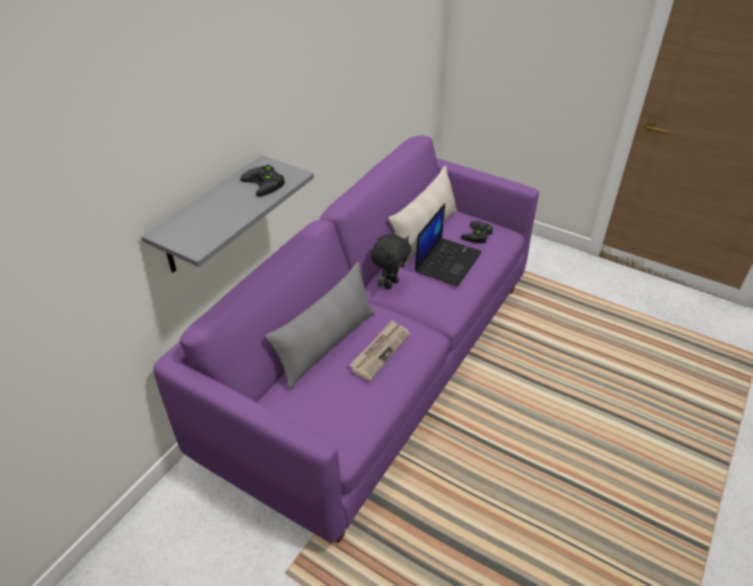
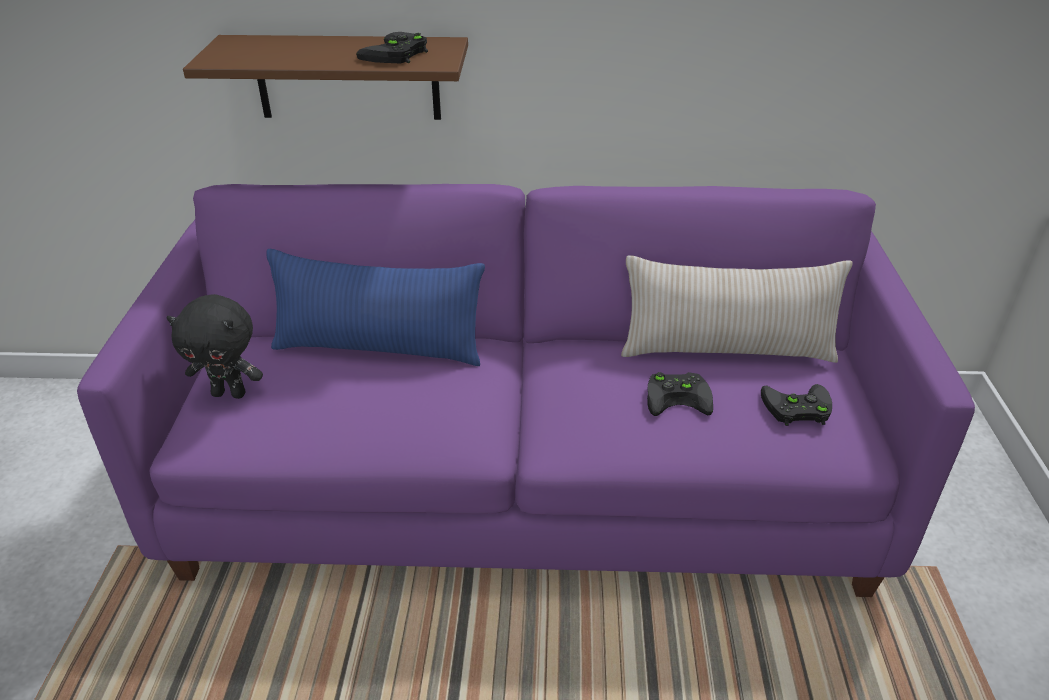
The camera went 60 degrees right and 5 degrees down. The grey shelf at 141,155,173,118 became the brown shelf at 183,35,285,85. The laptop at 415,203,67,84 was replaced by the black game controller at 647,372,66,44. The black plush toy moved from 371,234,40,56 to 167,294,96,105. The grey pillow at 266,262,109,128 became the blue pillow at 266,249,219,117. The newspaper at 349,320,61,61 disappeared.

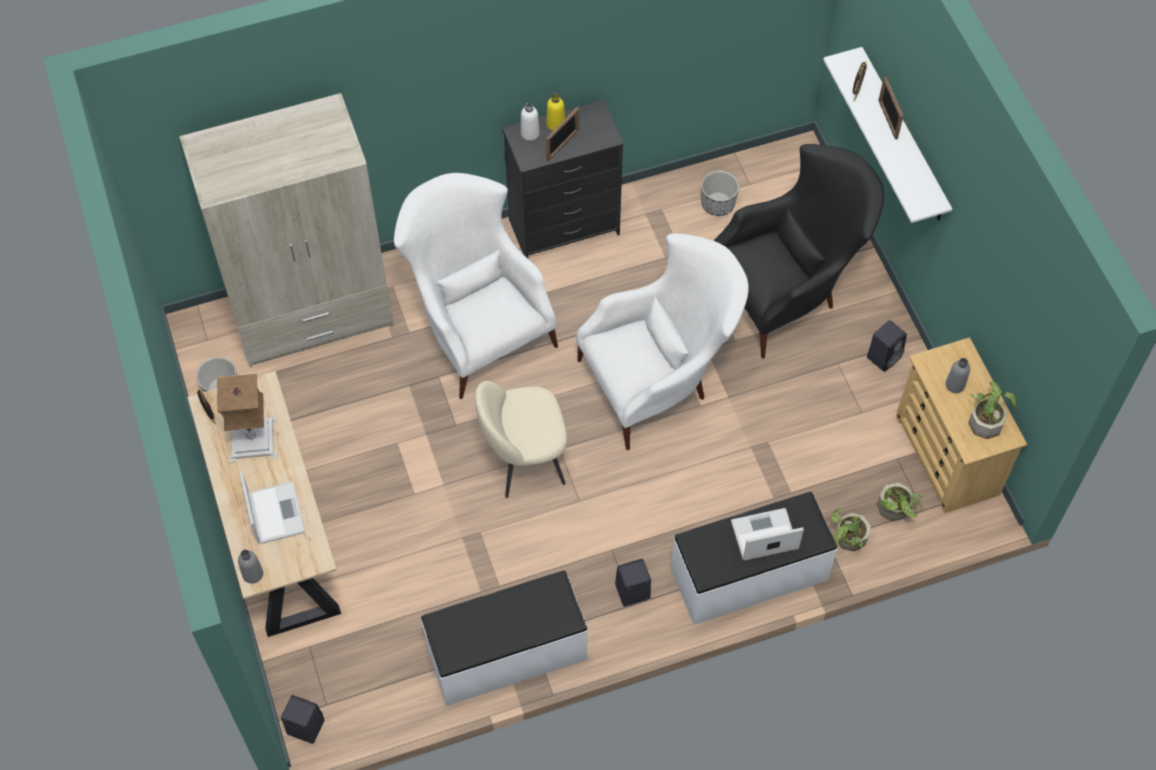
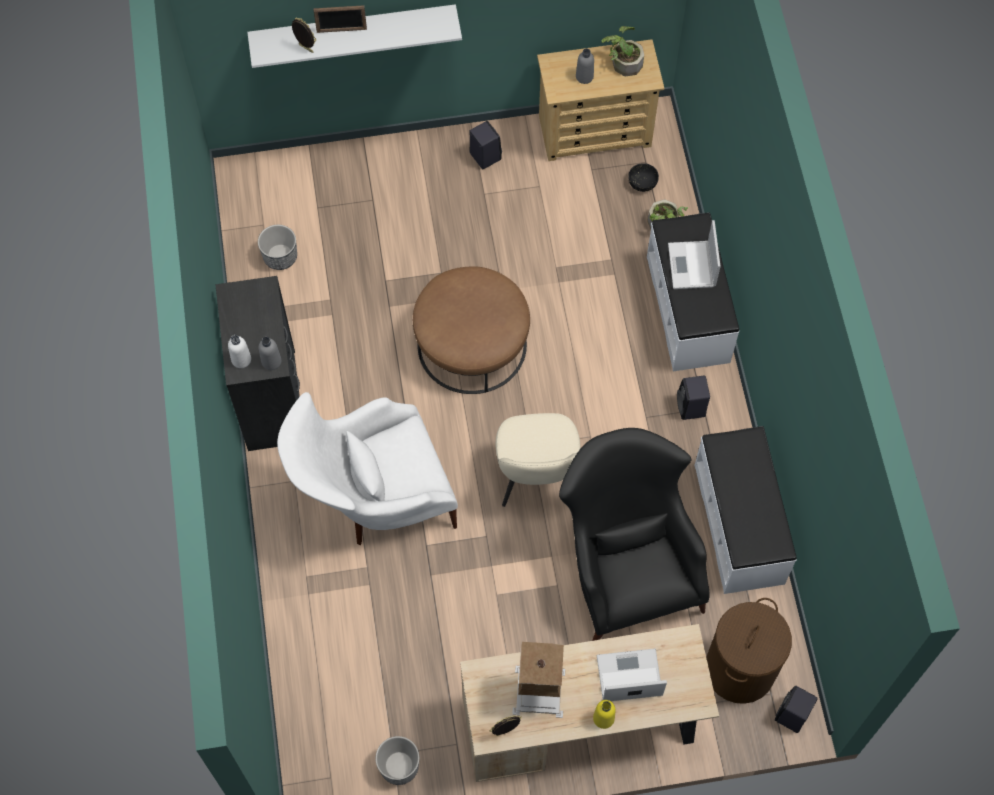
The camera went 80 degrees left and 5 degrees up. The beige wardrobe at 179,93,214,275 disappeared. The yellow bottle moved from 547,93,18,38 to 593,700,23,29. The picture frame at 546,107,33,54 disappeared. The black armchair moved from 714,144,170,215 to 559,428,151,213. The white armchair at 576,233,173,217 was replaced by the brown ottoman at 413,266,117,128. The potted plant at 877,483,47,38 was replaced by the black bowl at 628,163,31,29. The grey bottle moved from 238,550,25,34 to 259,337,22,33. The brown laundry basket at 706,598,86,106 appeared.

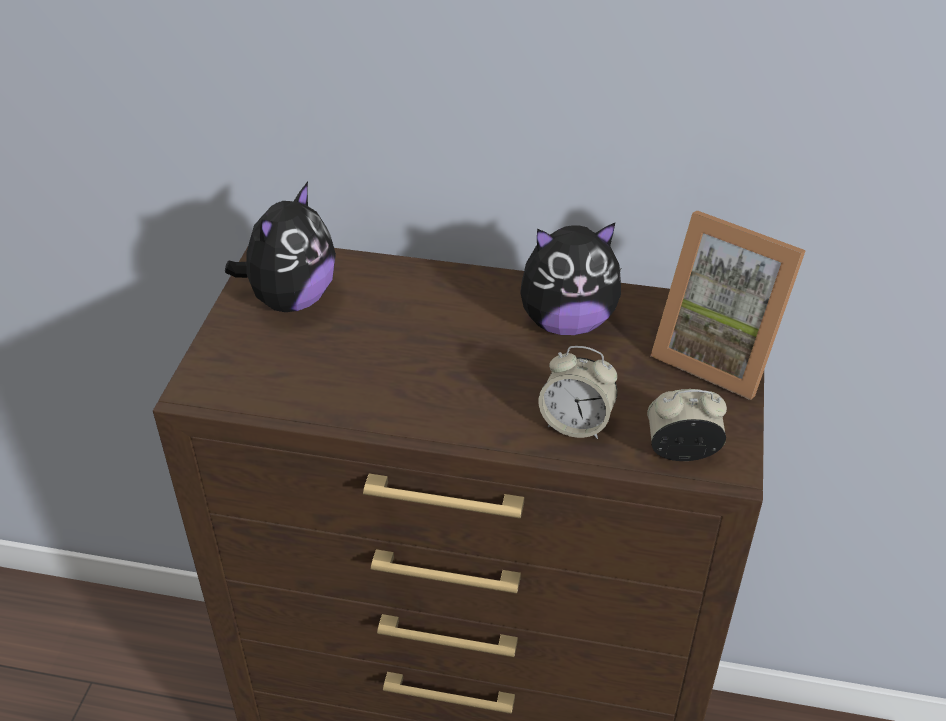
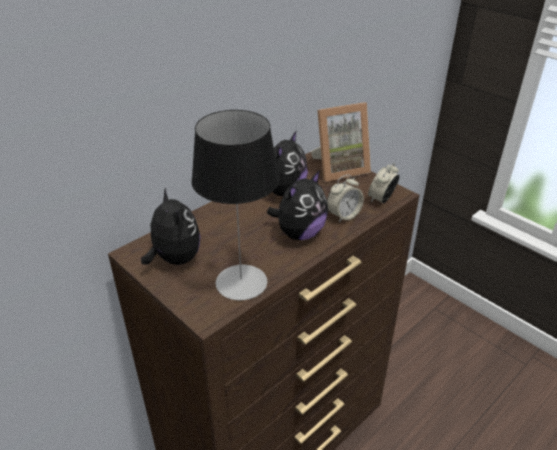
The camera went 55 degrees left and 5 degrees down. The table lamp at 191,110,88,190 appeared. The plush toy at 267,170,61,70 appeared.

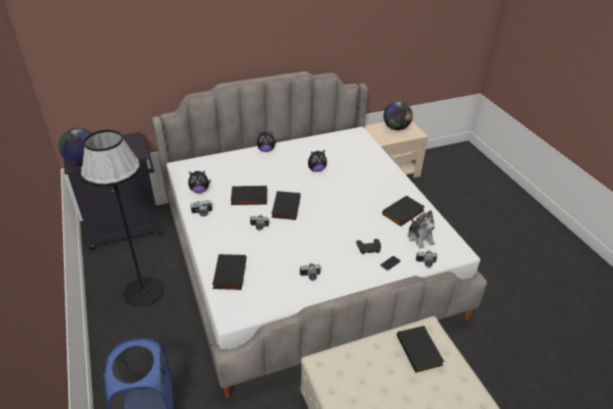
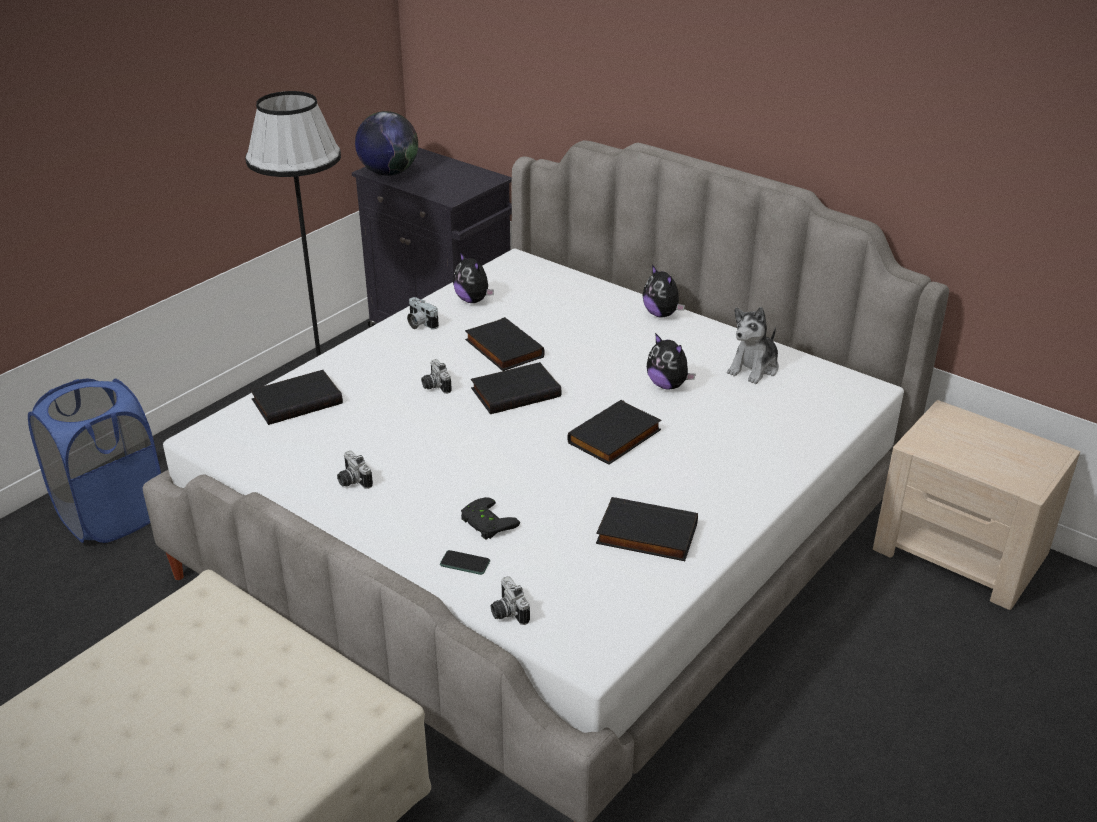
The camera went 60 degrees right and 5 degrees down. The globe at 384,101,29,29 disappeared. The plush toy moved from 408,210,27,39 to 727,307,52,77. The black book moved from 397,326,47,47 to 567,400,94,65.

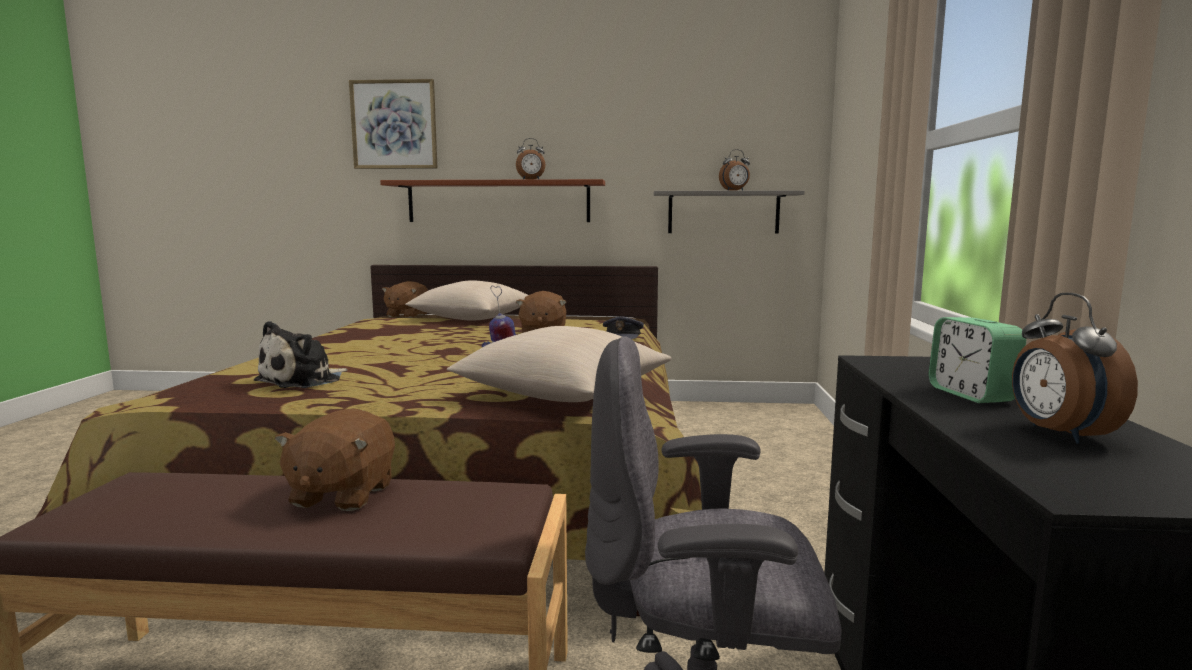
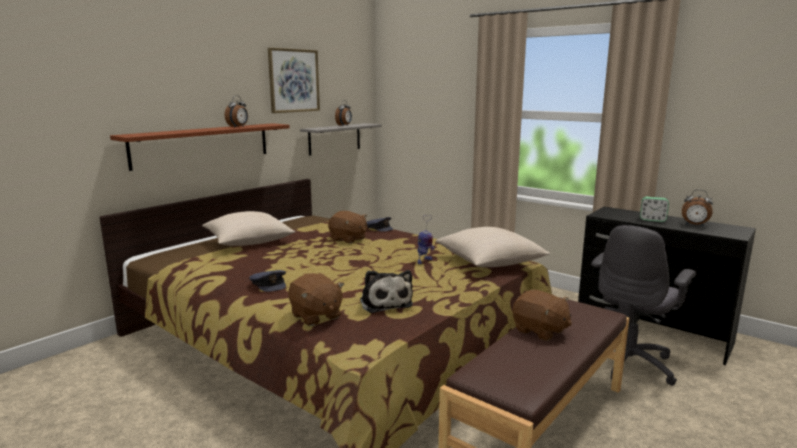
The camera went 55 degrees left and 5 degrees up. The picture moved from 349,79,88,90 to 268,48,52,65. The brown plush toy moved from 382,281,46,37 to 288,273,56,53. The grey cap at 249,270,37,22 appeared.

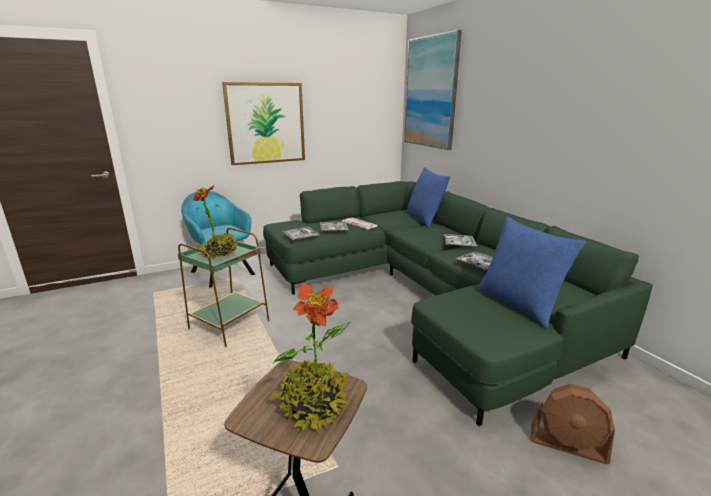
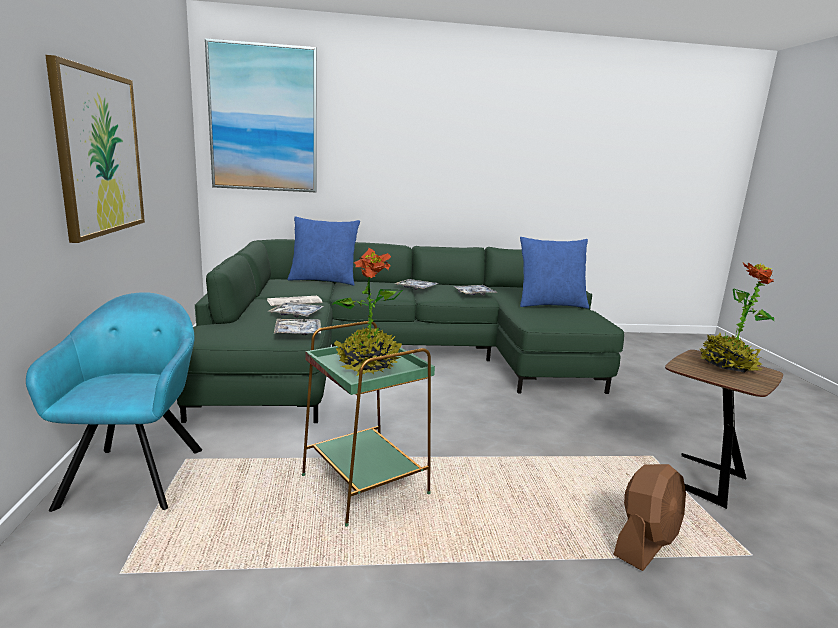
The camera went 70 degrees left and 5 degrees down. The turquoise armchair at 181,191,74,97 turned 105 degrees clockwise. The brown fan moved from 531,384,84,80 to 613,464,73,107.

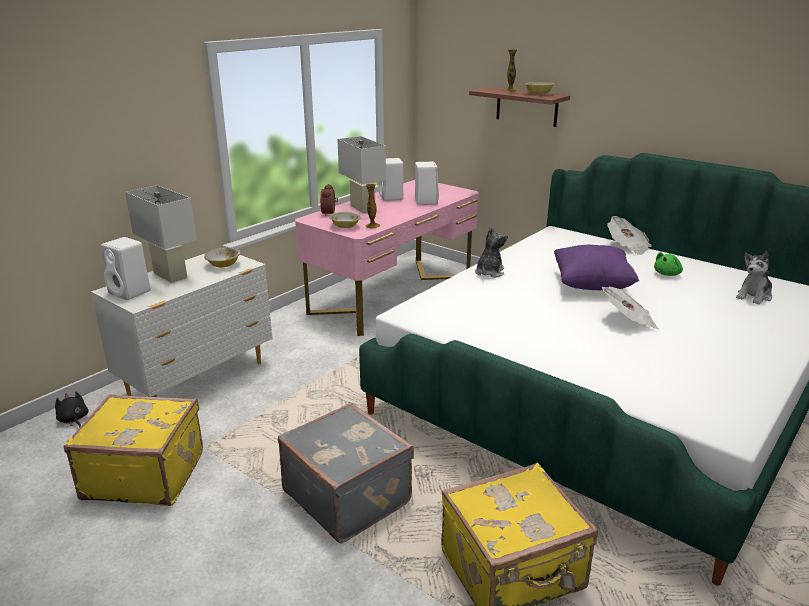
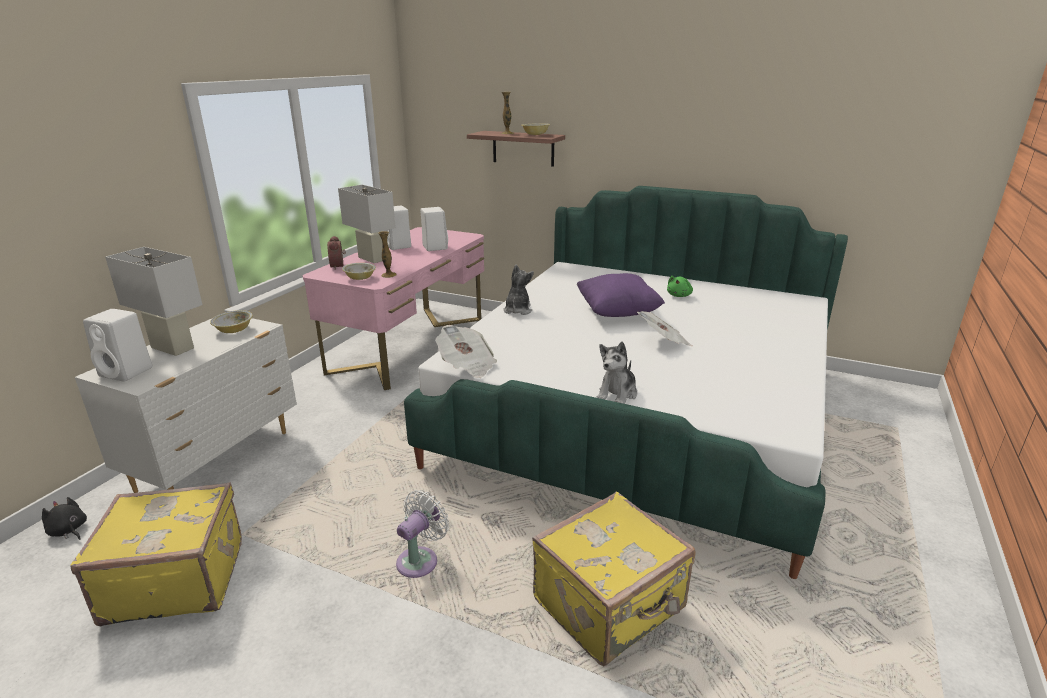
The camera went 15 degrees left and 0 degrees up. The newspaper moved from 607,216,45,39 to 435,325,62,53. The plush toy moved from 736,251,36,54 to 596,341,41,63. The grey suitcase at 278,403,136,141 was replaced by the white fan at 396,490,53,88.

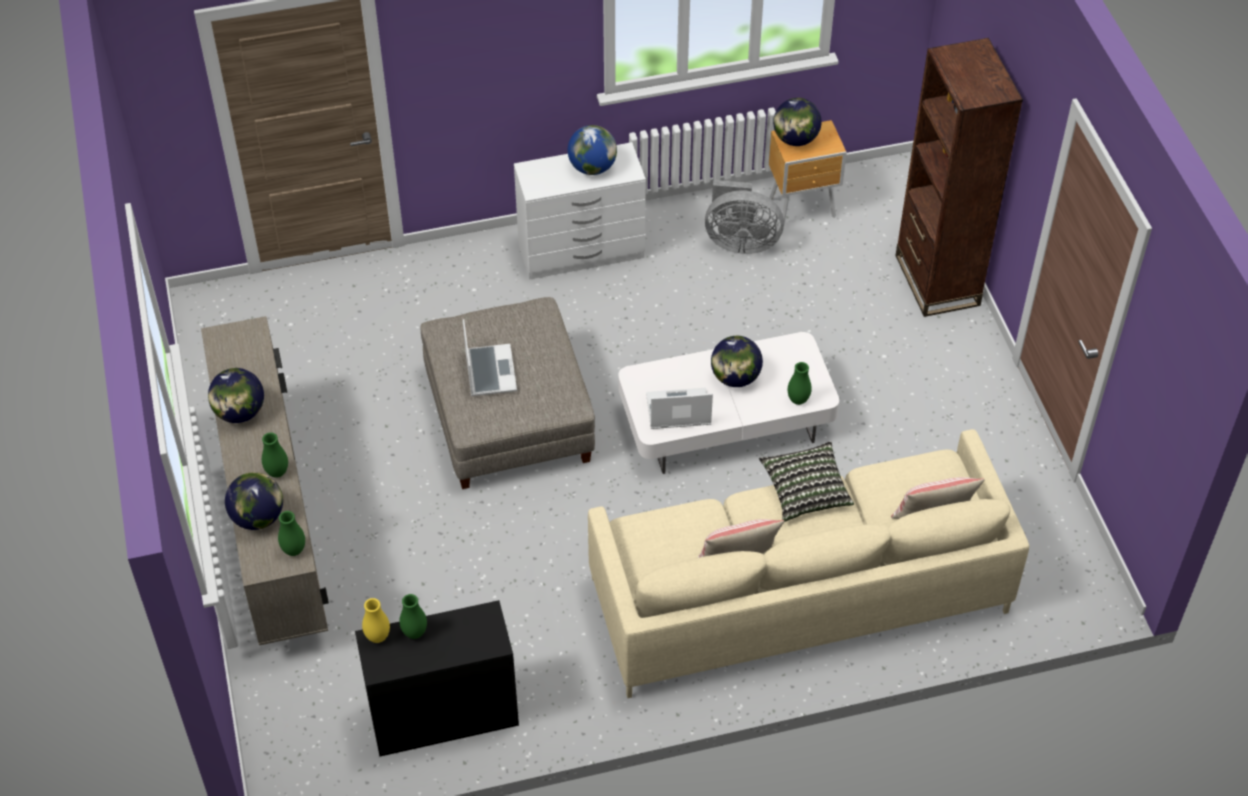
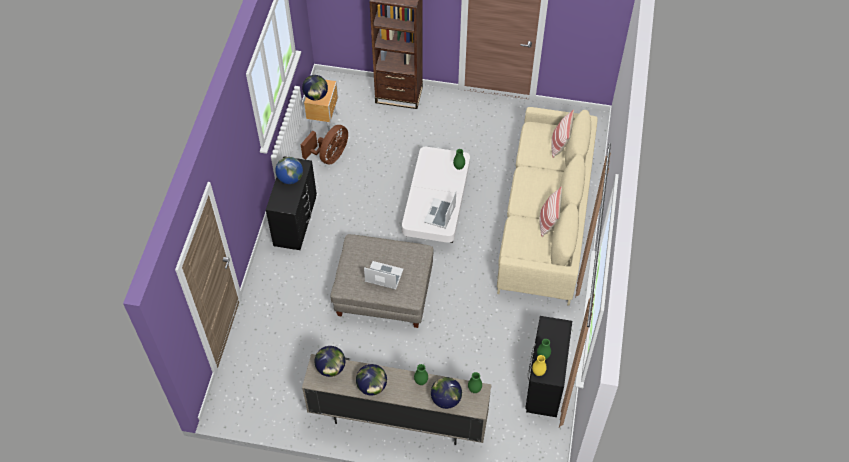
The camera went 65 degrees left and 5 degrees up. The white dresser at 514,142,132,138 became the black dresser at 266,156,51,94. The grey fan at 705,180,79,74 became the brown fan at 301,125,47,40. The globe moved from 711,336,52,51 to 315,346,30,31. The pillow at 759,442,95,80 disappeared.

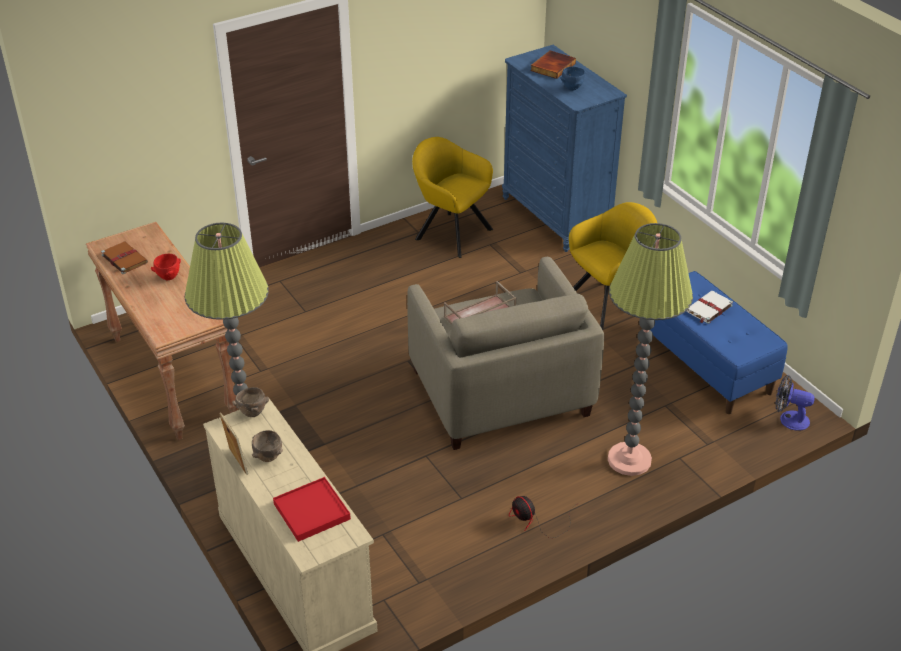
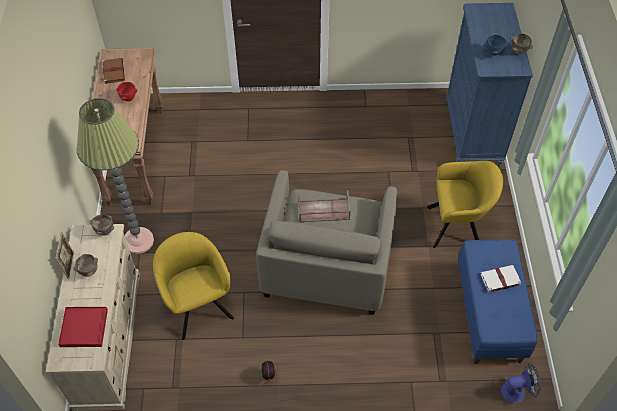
The camera went 30 degrees right and 15 degrees up. The book at 530,51,46,28 disappeared. The yellow armchair moved from 412,137,81,121 to 153,232,81,108. The floor lamp at 608,223,85,253 disappeared. The fan at 775,375,40,56 turned 120 degrees clockwise. The brown bowl at 511,33,22,21 appeared.

